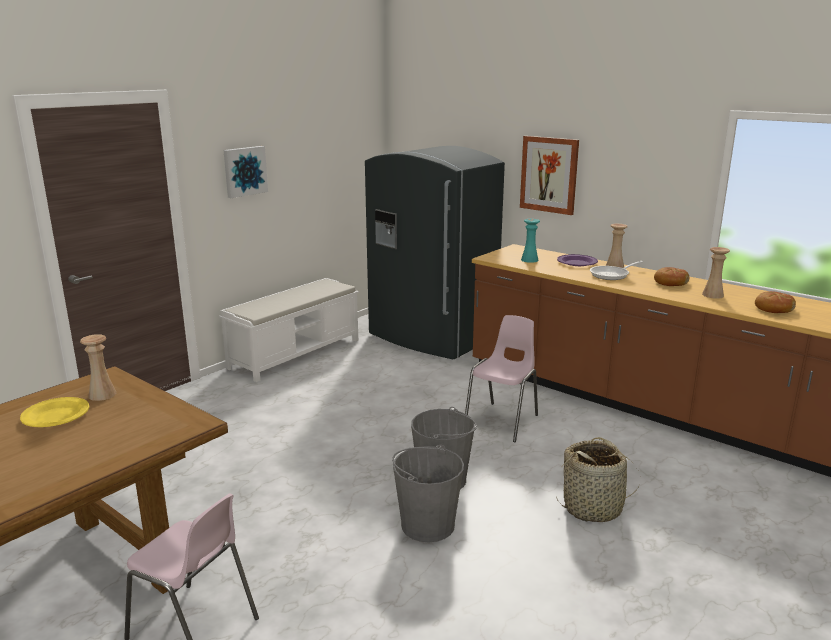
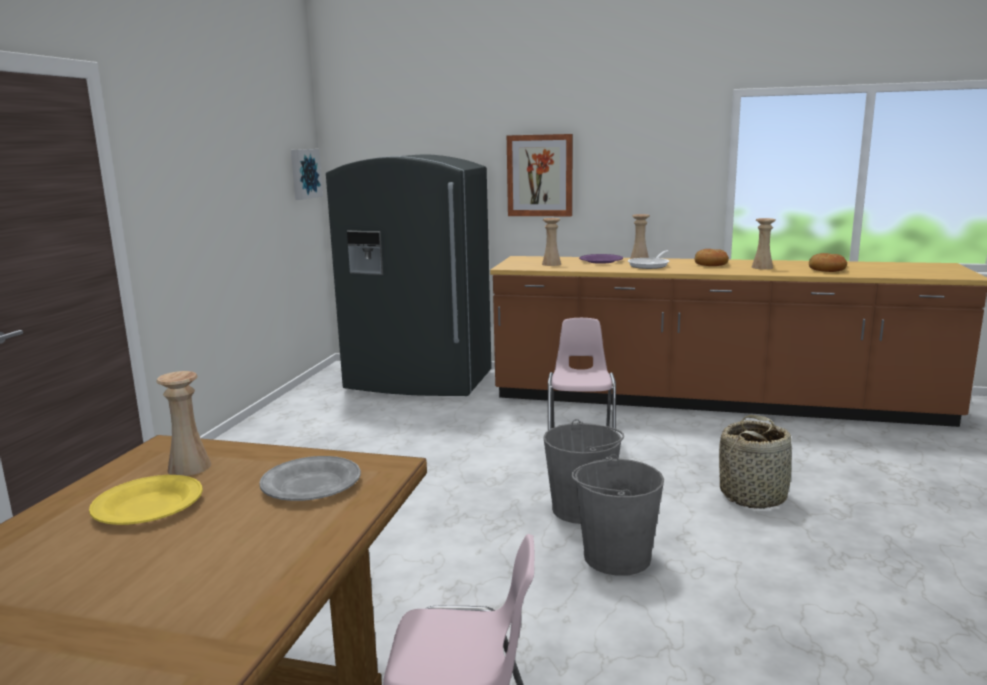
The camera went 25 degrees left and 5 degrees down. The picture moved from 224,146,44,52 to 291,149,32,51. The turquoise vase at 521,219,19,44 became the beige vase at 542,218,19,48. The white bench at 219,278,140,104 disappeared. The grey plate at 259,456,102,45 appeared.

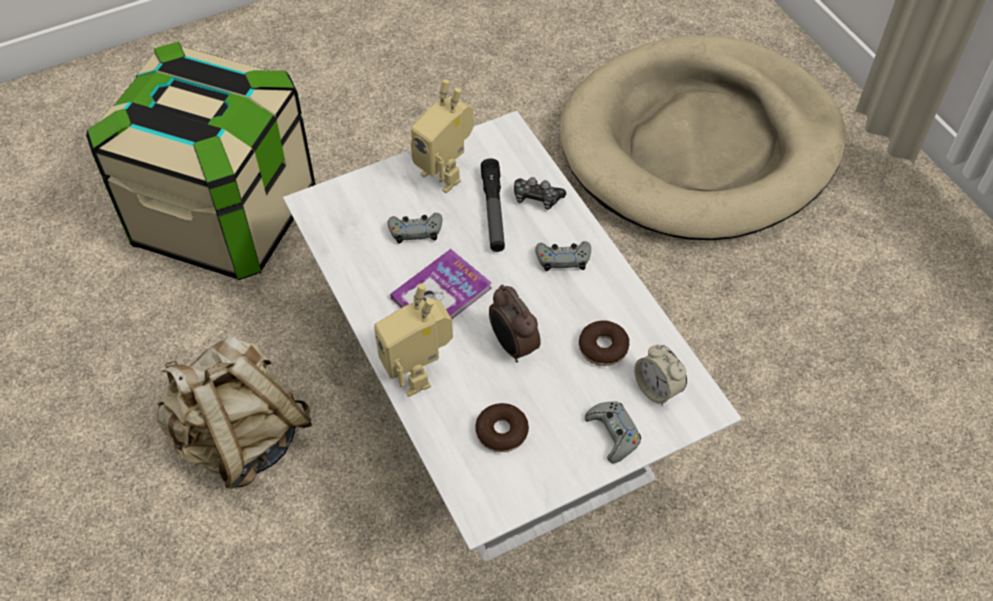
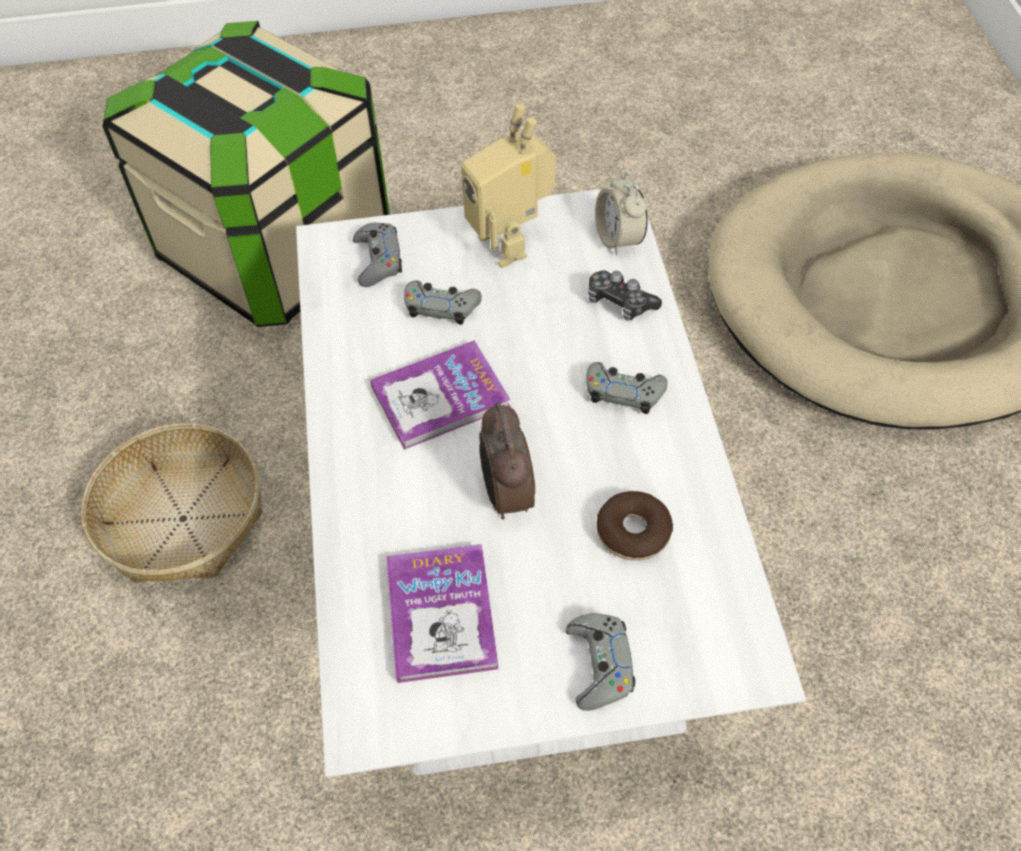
The camera went 20 degrees right and 0 degrees up. The flashlight at 481,158,24,94 disappeared. The toy robot at 374,284,79,113 disappeared. The beige backpack at 157,334,155,155 was replaced by the basket at 81,423,182,160. The alarm clock moved from 634,344,53,62 to 595,173,53,83. The donut at 475,403,54,49 was replaced by the book at 386,544,113,139. The grey game controller at 353,223,49,64 appeared.

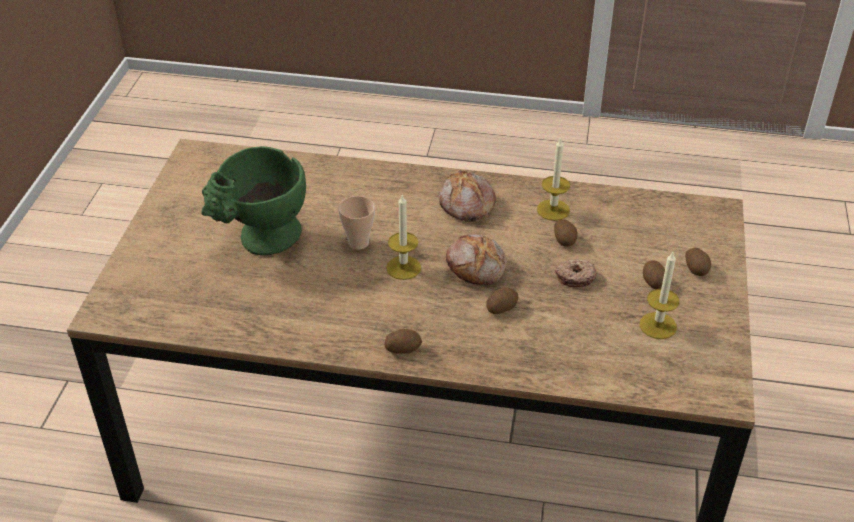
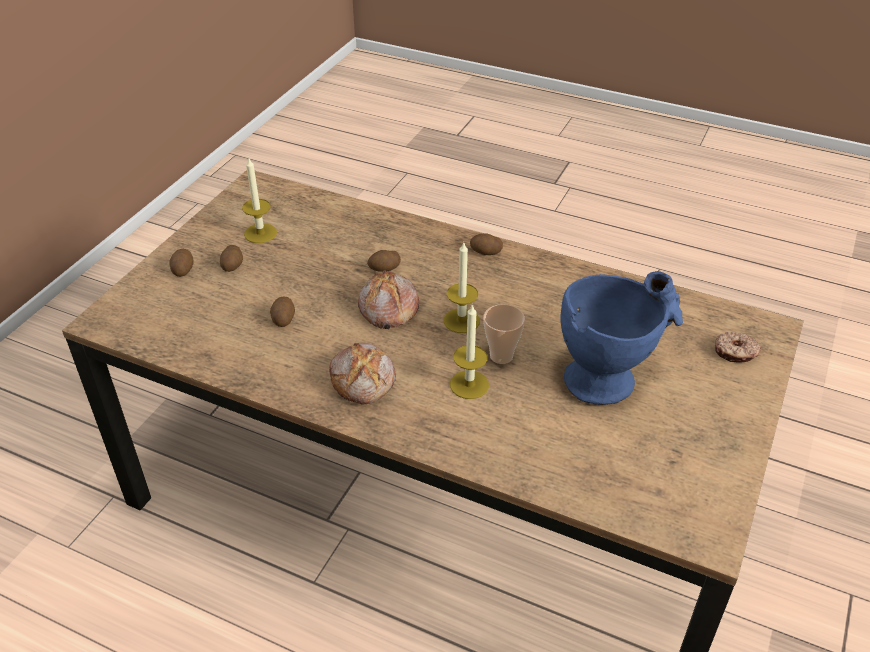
The camera went 165 degrees left and 0 degrees up. The candle moved from 537,137,33,84 to 450,304,39,95. The green vase at 201,146,105,110 became the blue vase at 560,271,123,134. The donut moved from 555,259,42,28 to 715,332,46,31.

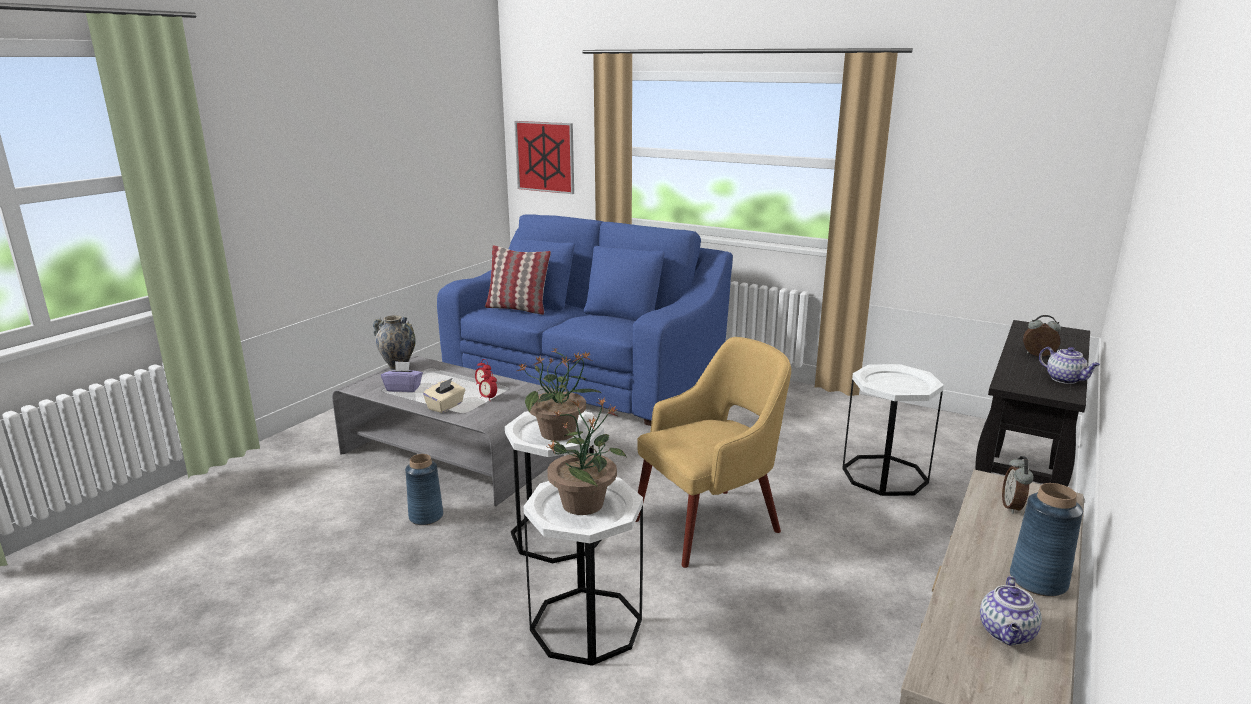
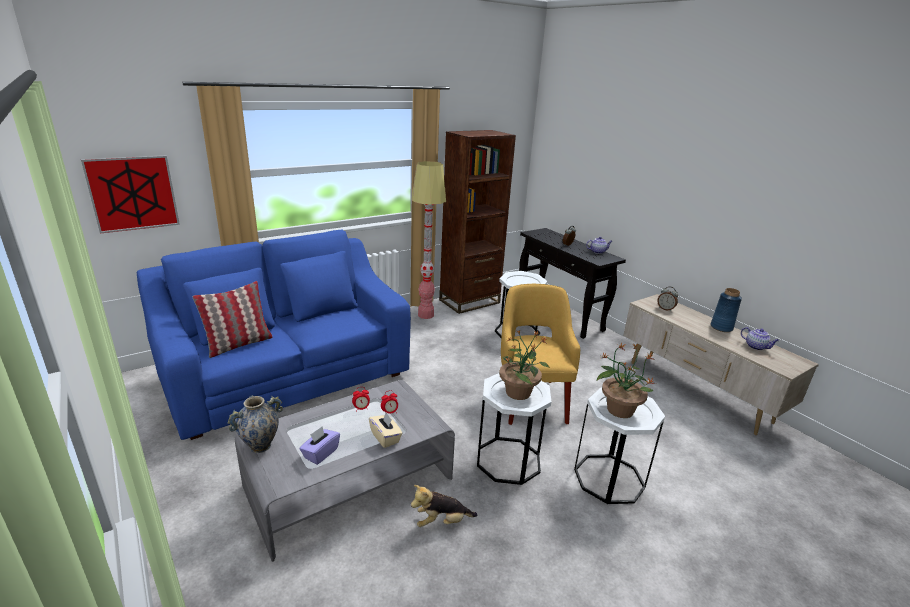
The camera went 65 degrees left and 5 degrees up. The blue vase at 405,454,38,71 was replaced by the plush toy at 411,485,66,42. The brown bookcase at 439,130,77,184 appeared. The floor lamp at 411,161,35,158 appeared.

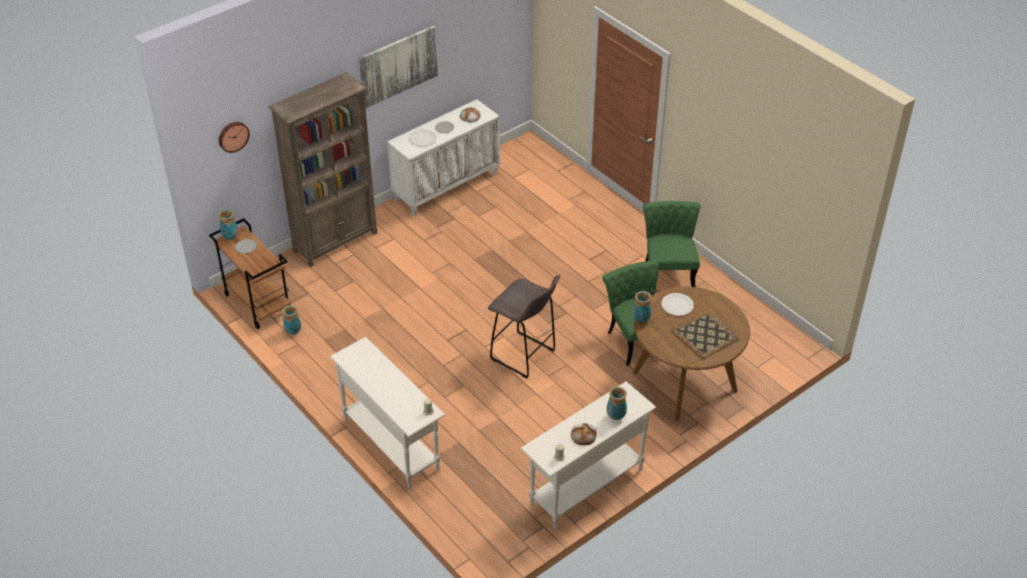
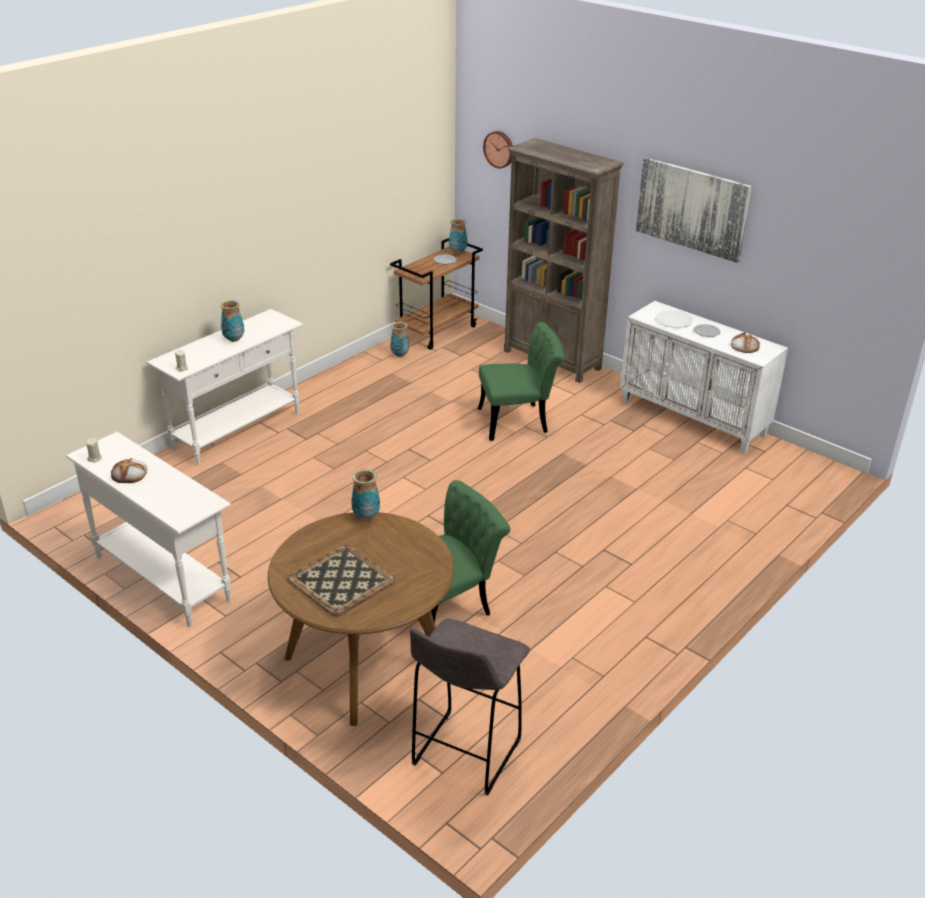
The camera went 80 degrees right and 10 degrees down. The green chair moved from 643,201,58,86 to 478,322,87,119. The grey stool moved from 488,275,72,103 to 410,619,120,176. The white plate at 661,293,33,23 disappeared. The vase moved from 607,387,20,33 to 220,300,24,42.

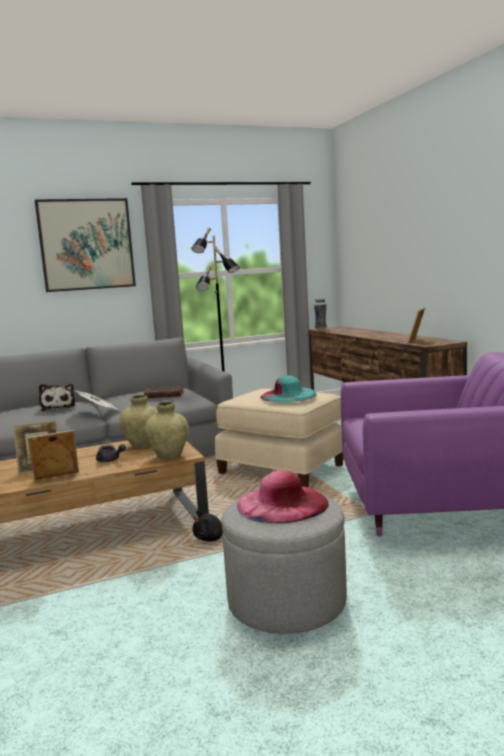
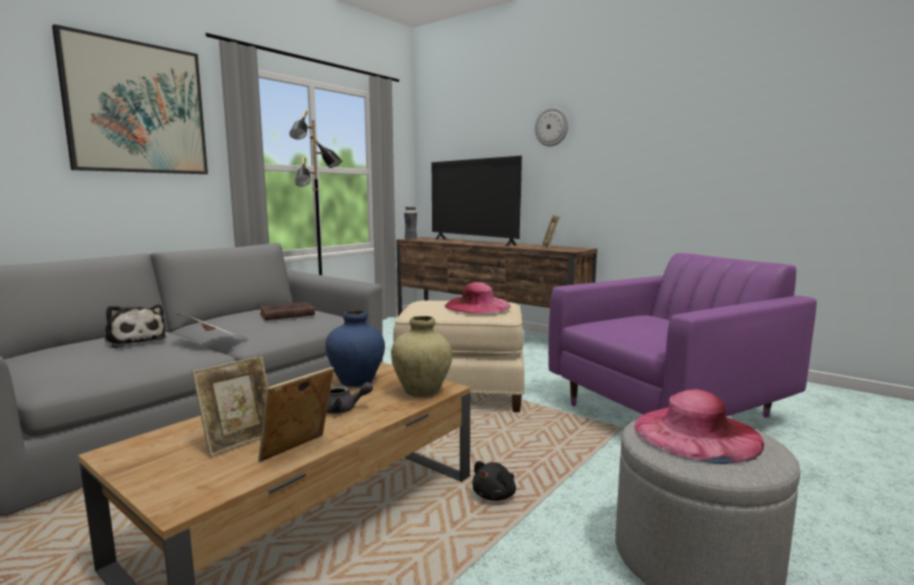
The camera went 30 degrees left and 0 degrees up. The turquoise hat at 260,375,57,27 became the pink hat at 445,282,66,31. The beige vase at 119,395,39,53 became the blue vase at 325,310,60,77. The wall clock at 535,107,34,40 appeared. The television at 432,156,90,90 appeared.

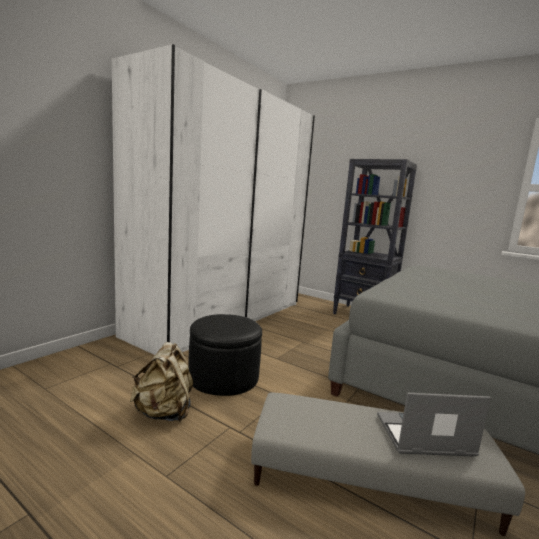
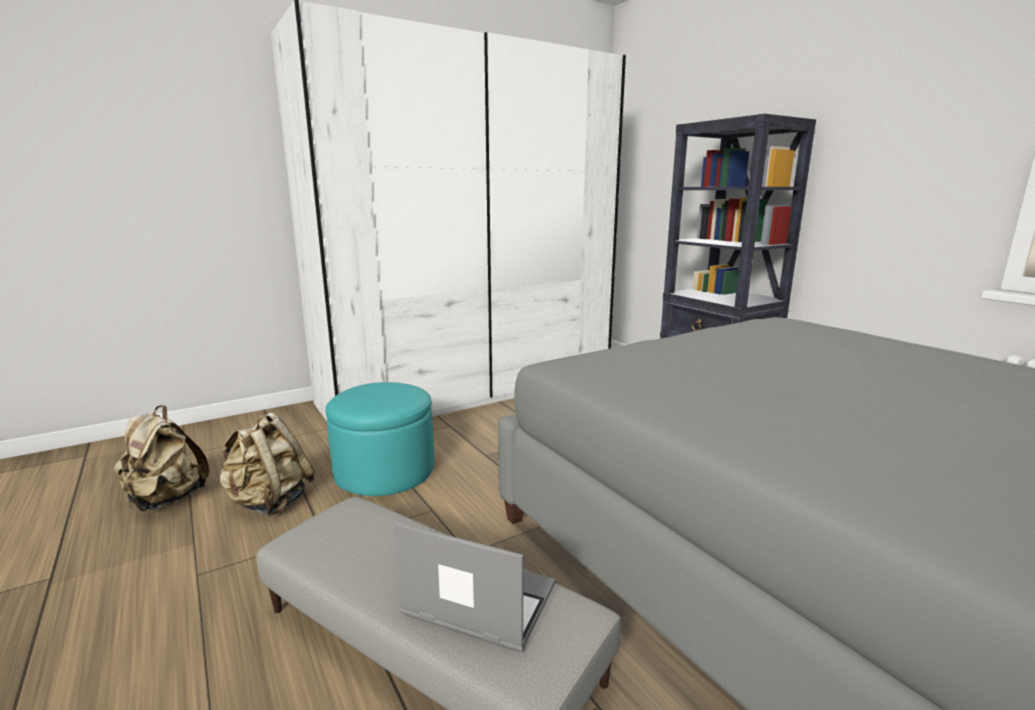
The camera went 25 degrees right and 5 degrees up. The black ottoman at 189,314,73,82 became the turquoise ottoman at 326,382,108,114. The beige backpack at 114,405,95,106 appeared.

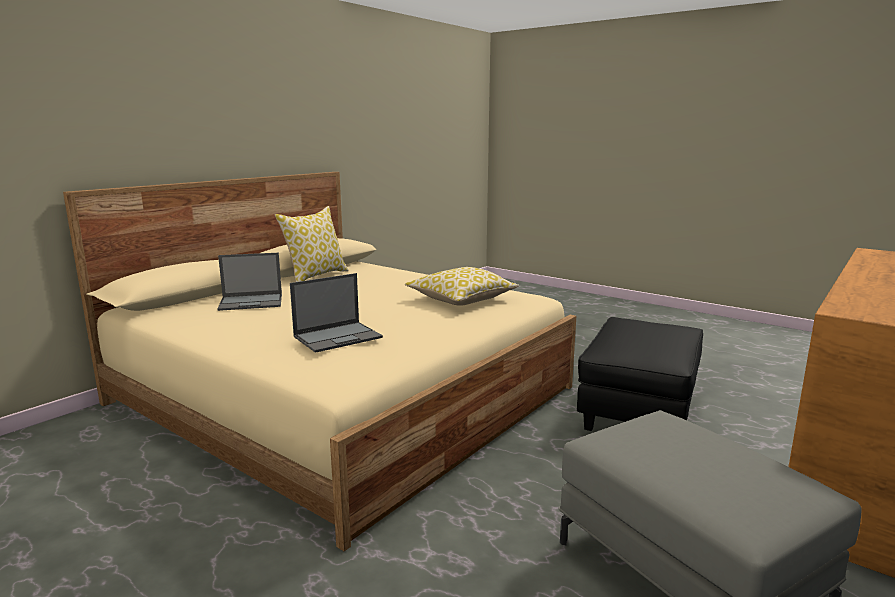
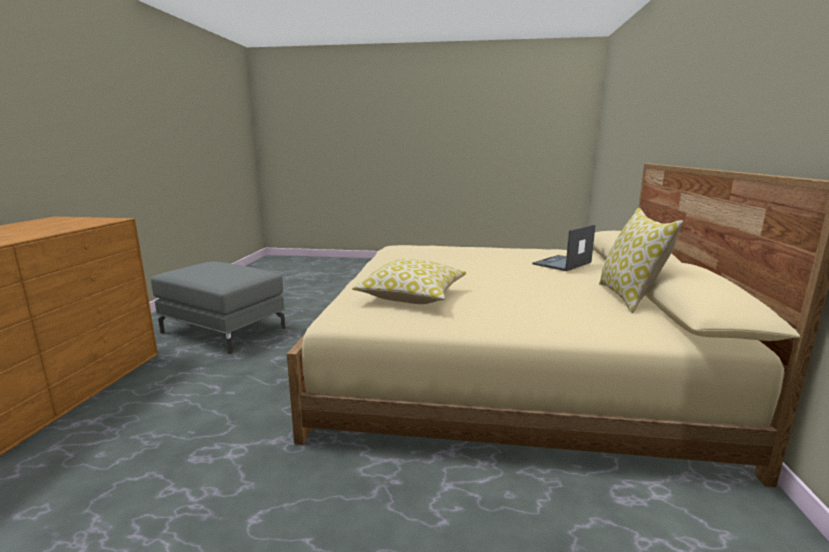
The camera went 150 degrees right and 0 degrees up. The laptop at 290,273,93,80 disappeared. The black ottoman at 577,317,126,114 disappeared.

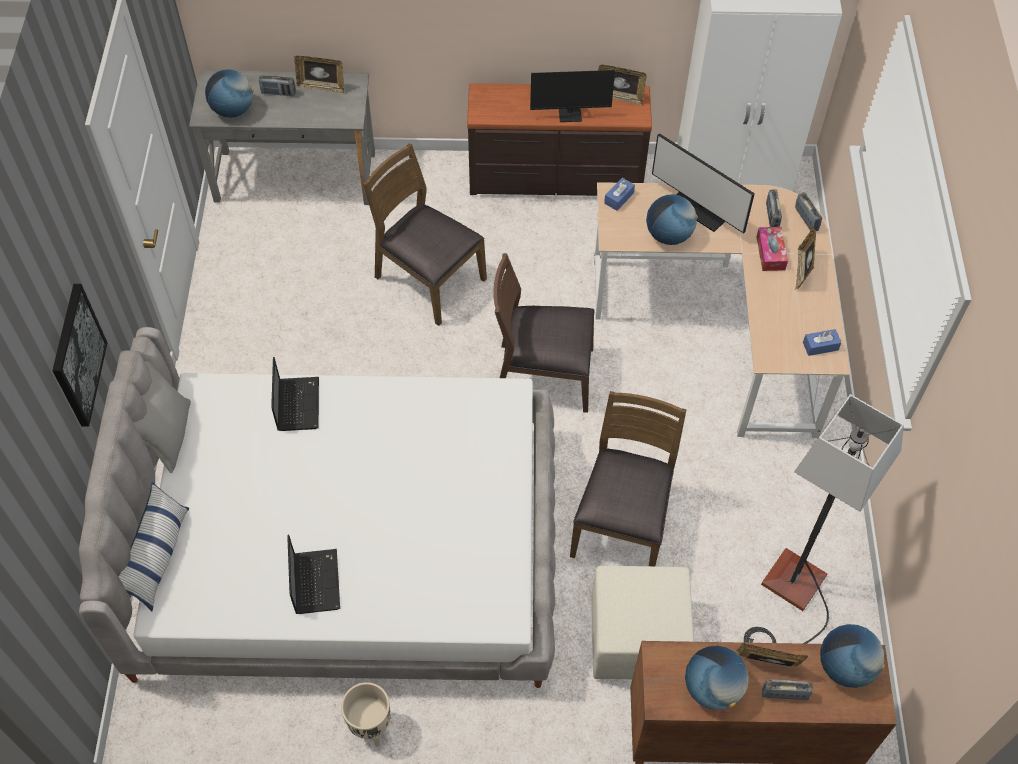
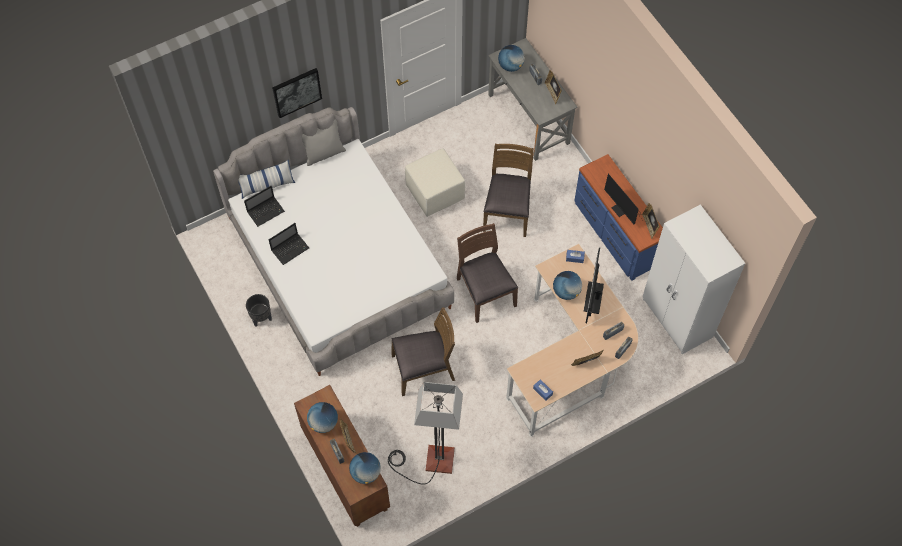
The camera went 60 degrees right and 5 degrees up. The brown dresser at 467,83,185,113 became the blue dresser at 574,154,89,127. The tissue box at 756,227,32,44 disappeared. The laptop moved from 271,357,48,74 to 244,186,41,41. The beige ottoman moved from 591,566,103,113 to 405,148,60,69. The beige planter at 341,682,50,65 became the black planter at 246,294,26,32.

